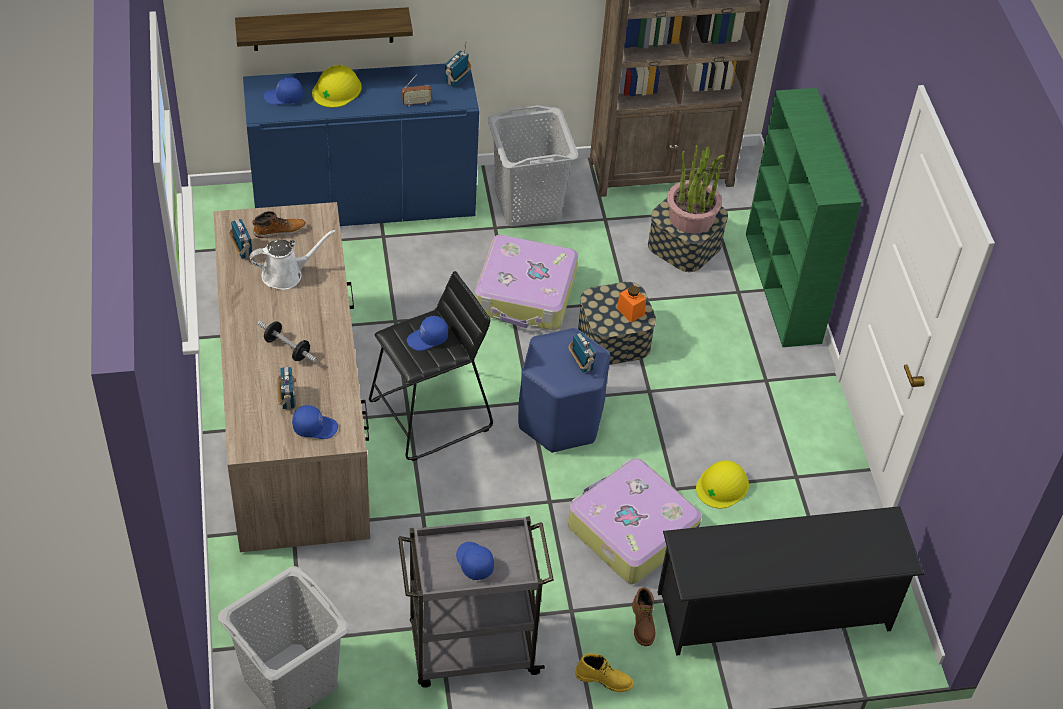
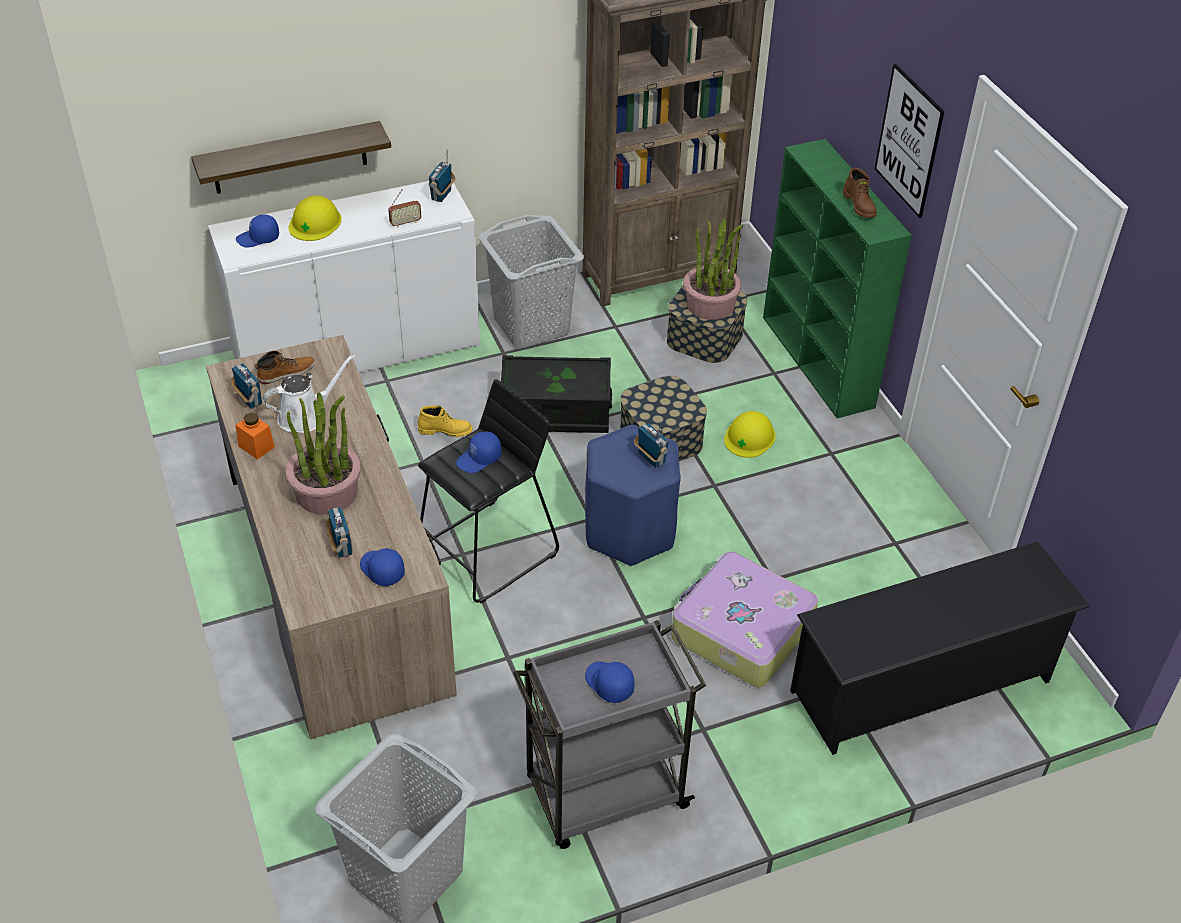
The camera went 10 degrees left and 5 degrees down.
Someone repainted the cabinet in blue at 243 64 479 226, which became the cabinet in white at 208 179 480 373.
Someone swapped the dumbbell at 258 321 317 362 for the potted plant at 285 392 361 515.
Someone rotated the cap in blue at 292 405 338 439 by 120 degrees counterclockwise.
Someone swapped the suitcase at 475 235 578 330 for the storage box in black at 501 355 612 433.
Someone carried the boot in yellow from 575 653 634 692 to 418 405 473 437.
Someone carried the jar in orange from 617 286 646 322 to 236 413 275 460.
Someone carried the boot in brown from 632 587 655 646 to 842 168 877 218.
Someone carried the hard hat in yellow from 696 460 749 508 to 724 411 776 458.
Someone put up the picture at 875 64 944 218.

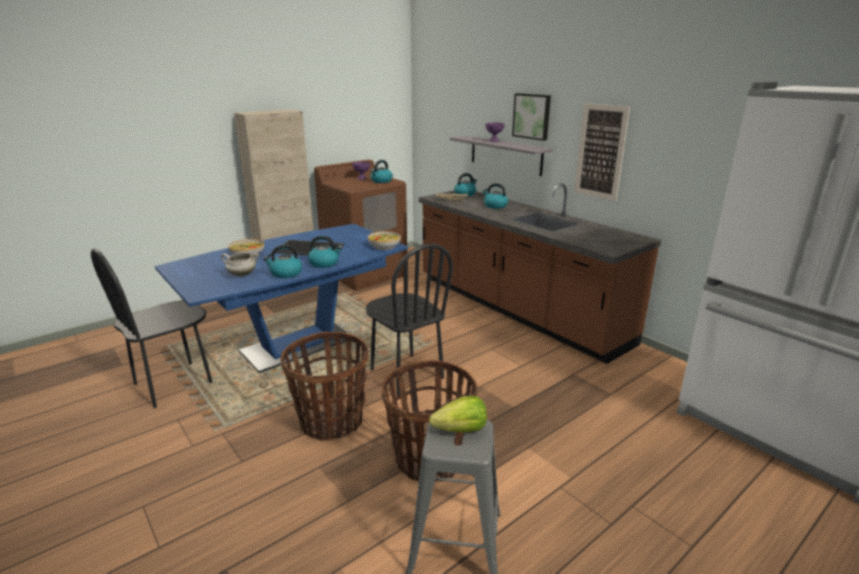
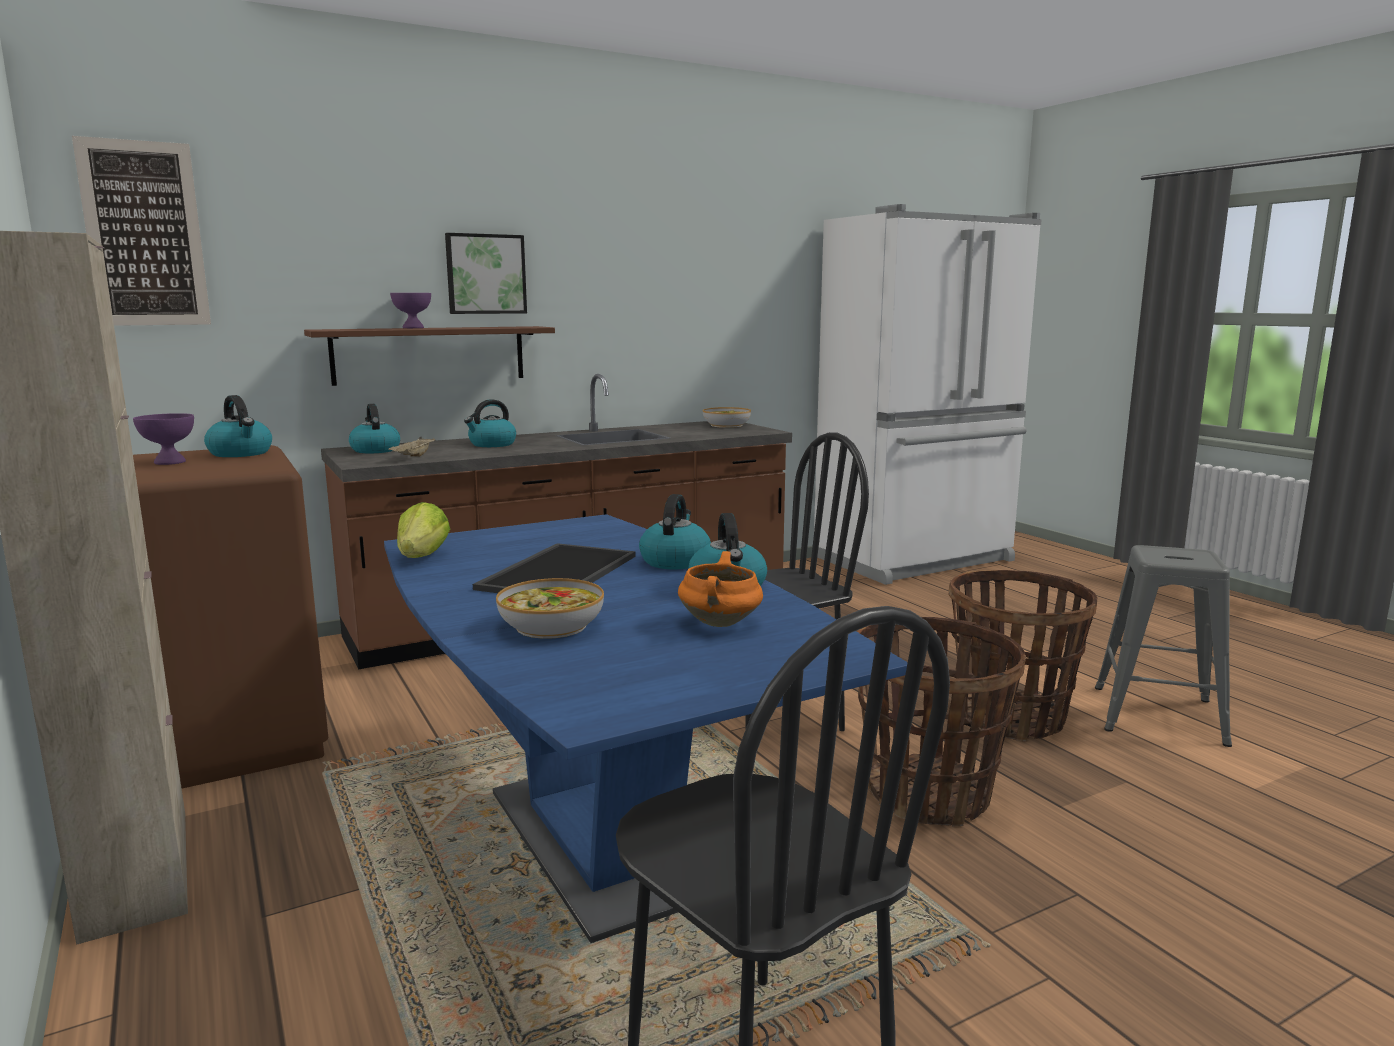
The camera went 80 degrees left and 10 degrees down.
Someone repainted the cooking pot in white at 221 253 259 276, which became the cooking pot in orange at 678 551 763 627.
Someone carried the bowl from 368 231 401 250 to 703 407 751 428.
Someone carried the lettuce from 429 396 487 433 to 397 502 450 558.
Someone repainted the shelf in grey at 450 136 553 176, which became the shelf in brown at 304 326 555 386.
Someone carried the picture from 574 103 630 201 to 72 136 211 326.

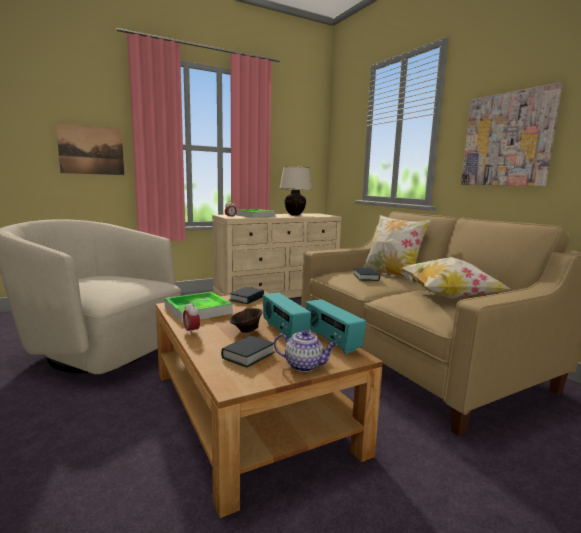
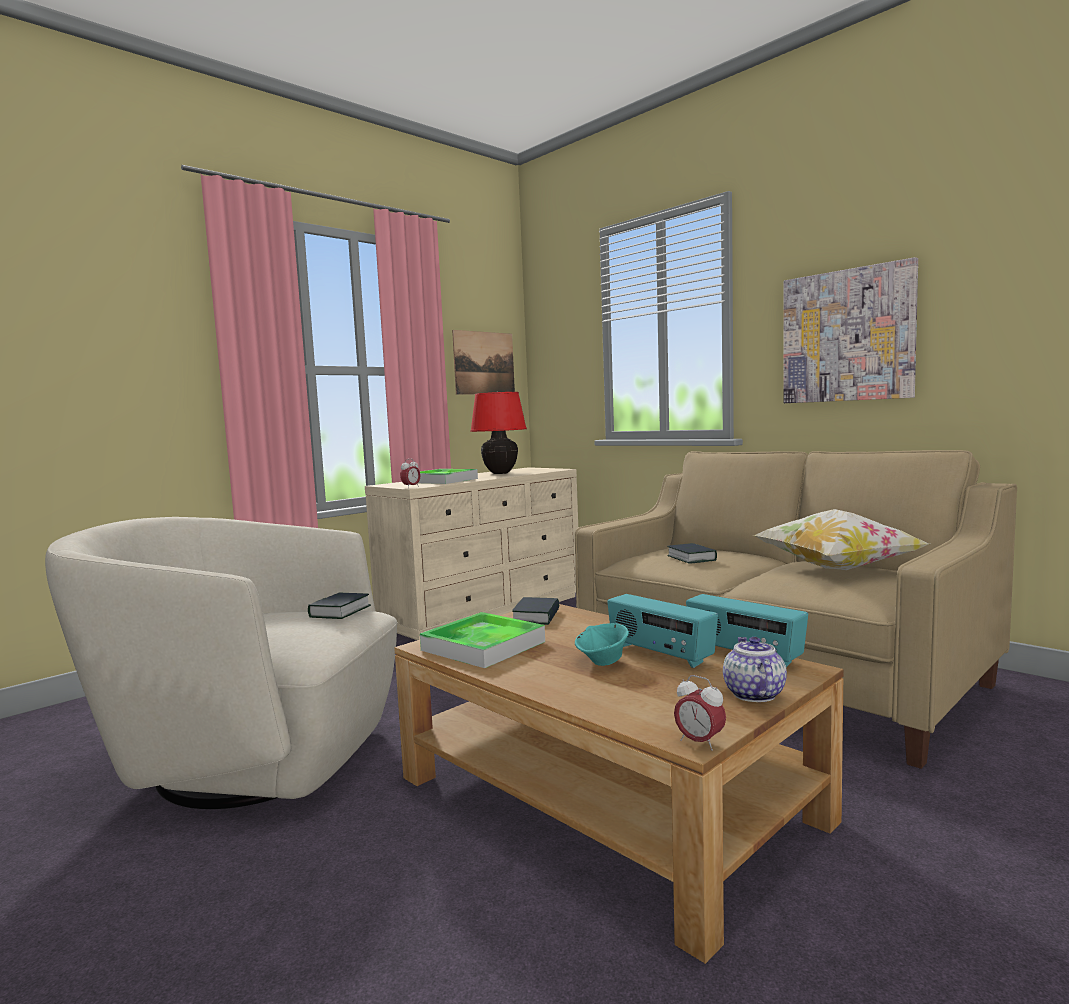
The camera went 15 degrees left and 5 degrees down.
Someone carried the picture from 56 123 124 175 to 452 330 515 395.
Someone carried the alarm clock from 183 301 200 331 to 674 675 726 751.
Someone carried the book from 221 336 275 367 to 308 593 371 619.
Someone repainted the bowl in brown at 230 308 262 333, which became the bowl in turquoise at 575 623 629 666.
Someone rotated the teapot at 274 330 337 372 by 90 degrees counterclockwise.
Someone repainted the table lamp in beige at 279 166 312 215, which became the table lamp in red at 470 392 527 474.
Someone took away the pillow at 363 215 431 283.

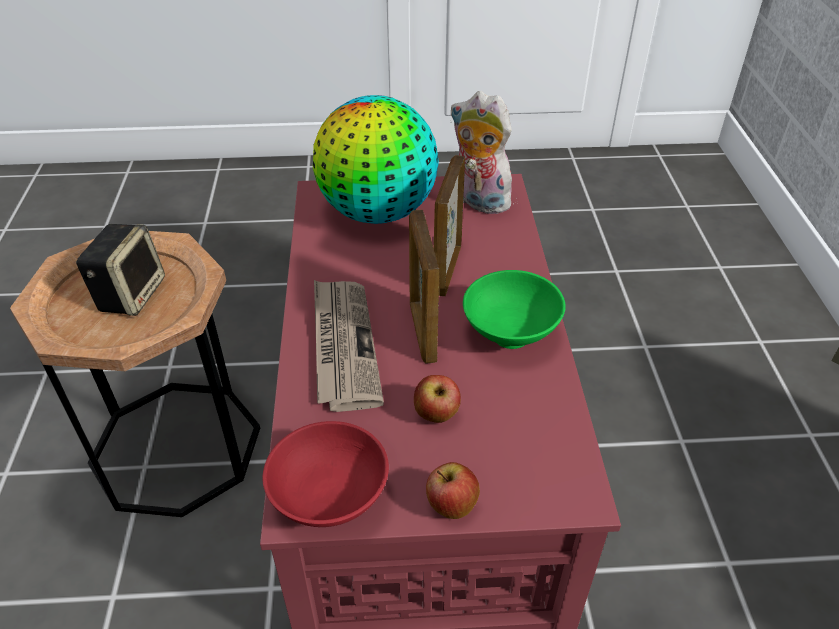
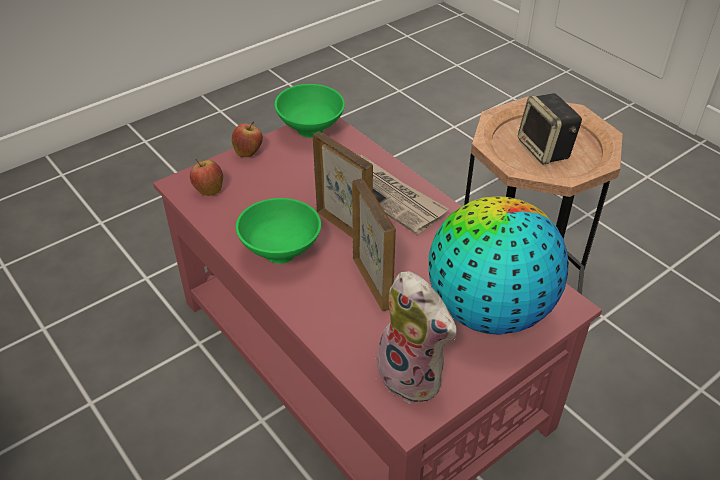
The camera went 145 degrees right and 0 degrees up.
Someone repainted the bowl in red at 263 421 389 527, which became the bowl in green at 275 84 345 137.
Someone carried the apple from 414 375 461 423 to 190 158 223 196.
Someone rotated the plush toy at 450 91 512 214 by 45 degrees clockwise.

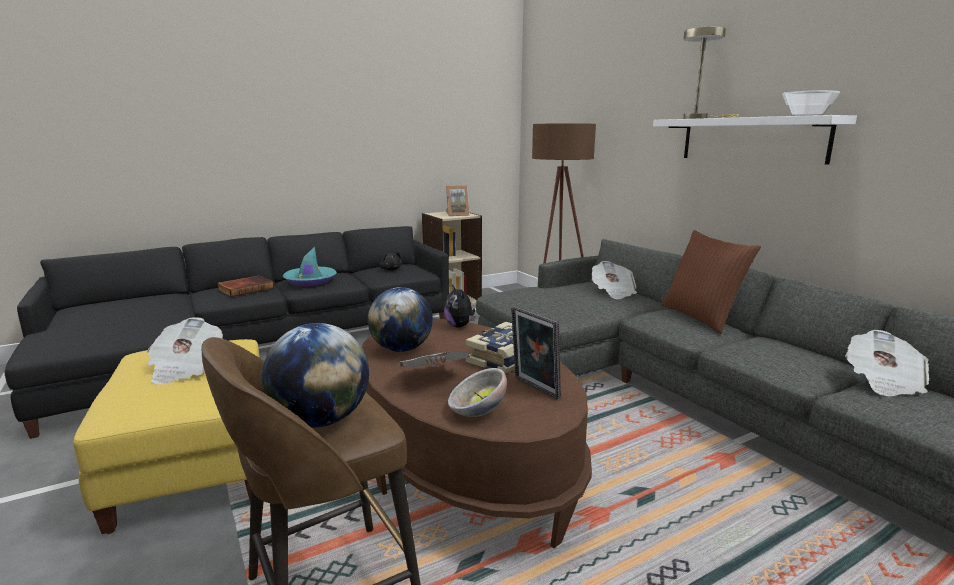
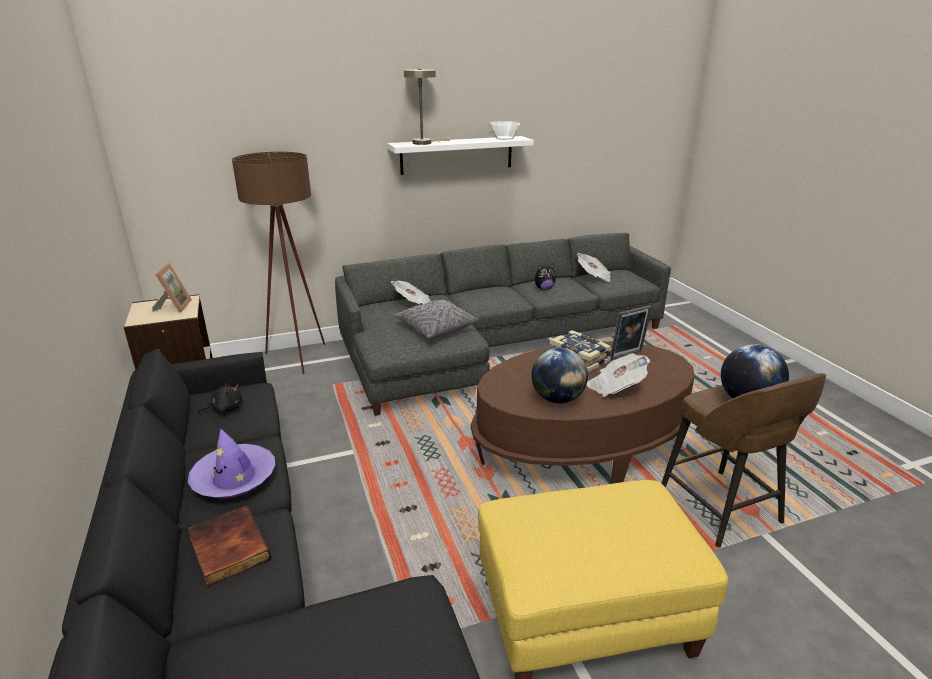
The camera went 80 degrees left and 10 degrees up.
Someone took away the newspaper at 147 317 223 385.
Someone repainted the hat in turquoise at 283 247 337 286, which became the hat in purple at 188 429 275 499.
Someone carried the plush toy from 444 284 475 328 to 534 263 556 290.
Someone took away the bowl at 448 368 507 417.
Someone took away the pillow in brown at 661 230 761 334.
Someone put down the pillow in grey at 393 300 479 338.

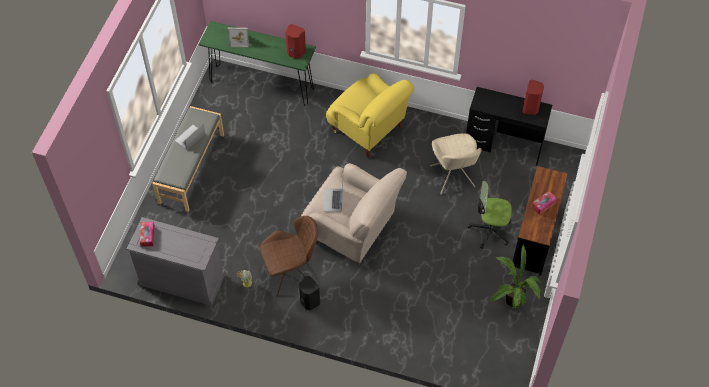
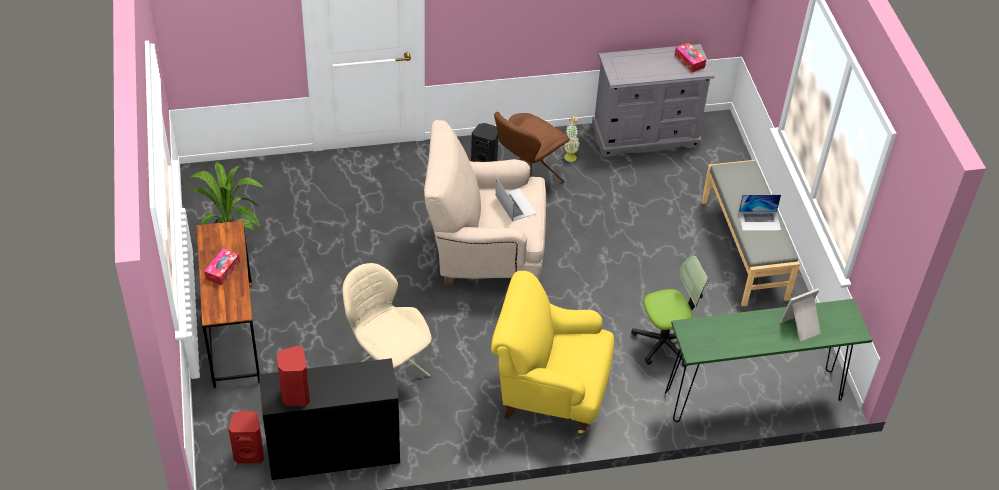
The camera went 150 degrees right and 10 degrees down.
Someone rotated the laptop at 175 124 205 150 by 75 degrees clockwise.
Someone carried the speaker in red from 285 24 306 59 to 228 411 264 464.
Someone carried the office chair from 467 181 511 249 to 631 255 708 368.

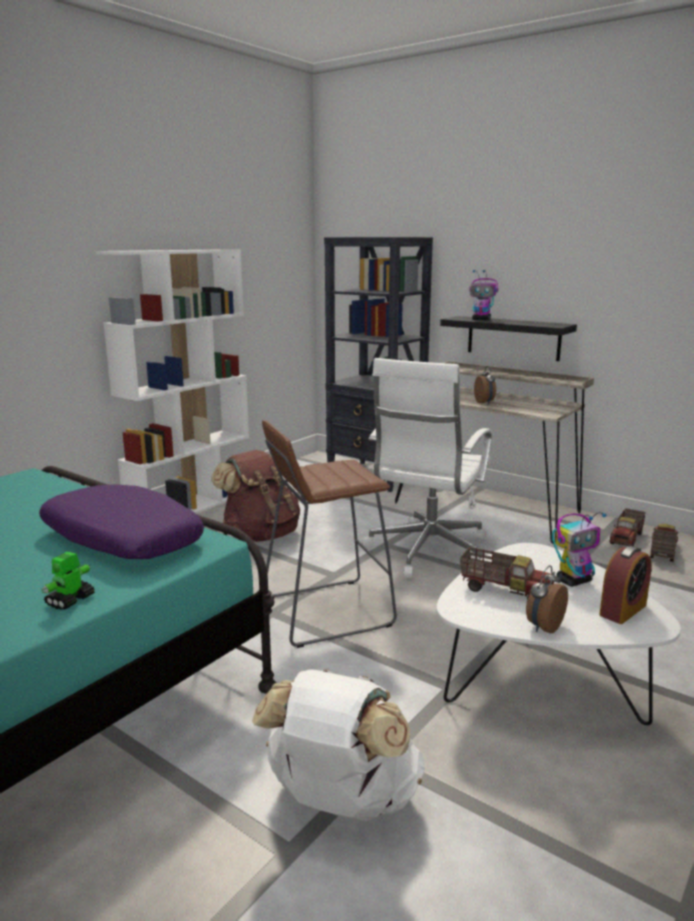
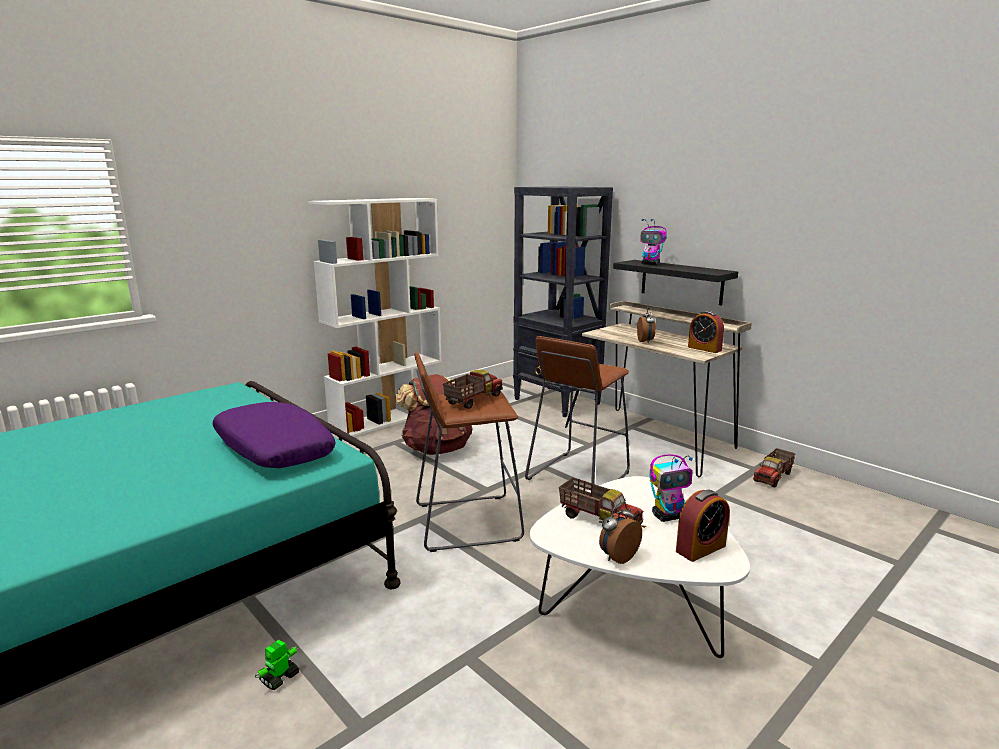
The camera went 10 degrees right and 0 degrees up.
Someone carried the toy robot from 41 551 95 610 to 255 640 299 690.
Someone took away the backpack in white at 252 669 425 821.
Someone swapped the office chair in white at 362 358 492 578 for the stool in brown at 525 336 630 484.
Someone carried the toy truck from 650 524 678 562 to 443 370 503 409.
Someone put down the alarm clock at 688 311 724 353.

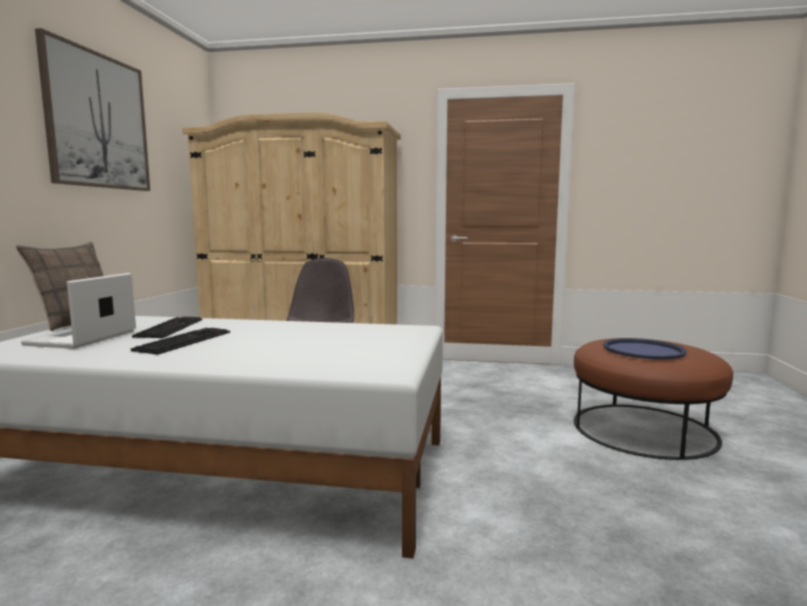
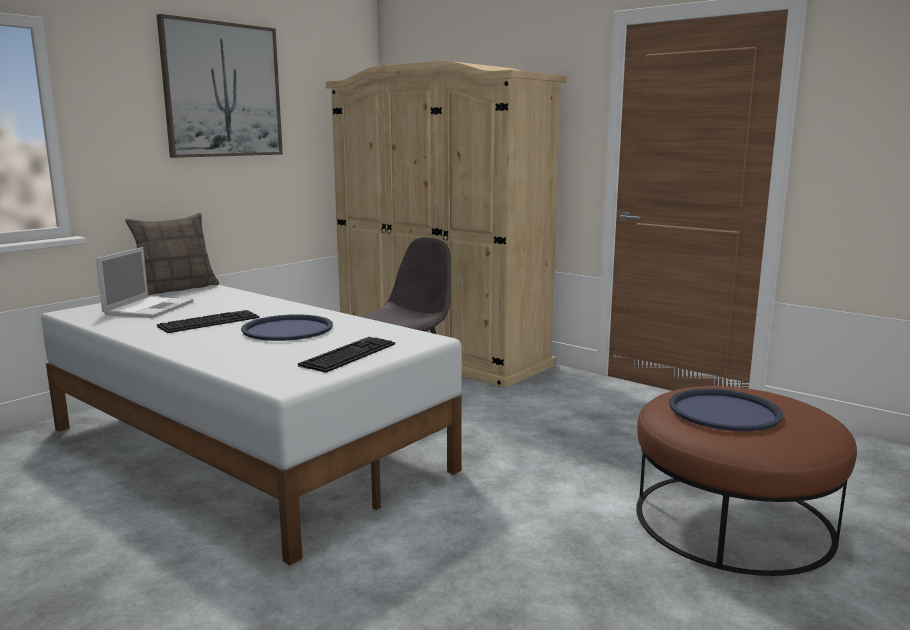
The camera went 30 degrees right and 5 degrees up.
Someone rotated the laptop at 21 273 136 349 by 150 degrees clockwise.
Someone carried the keyboard from 132 317 202 338 to 298 337 395 373.
Someone put down the tray in blue at 241 314 333 341.

